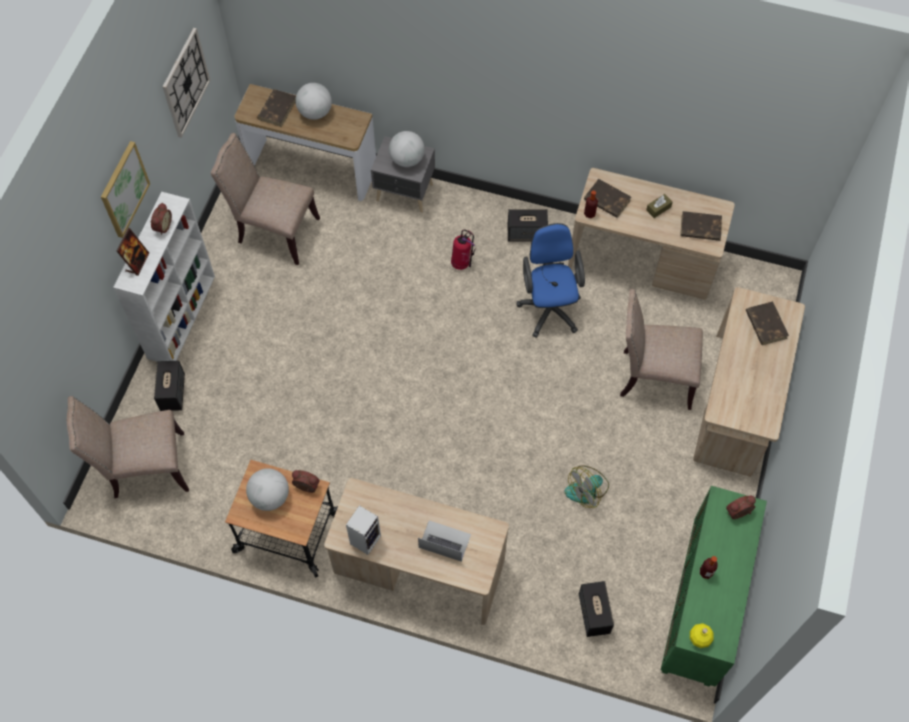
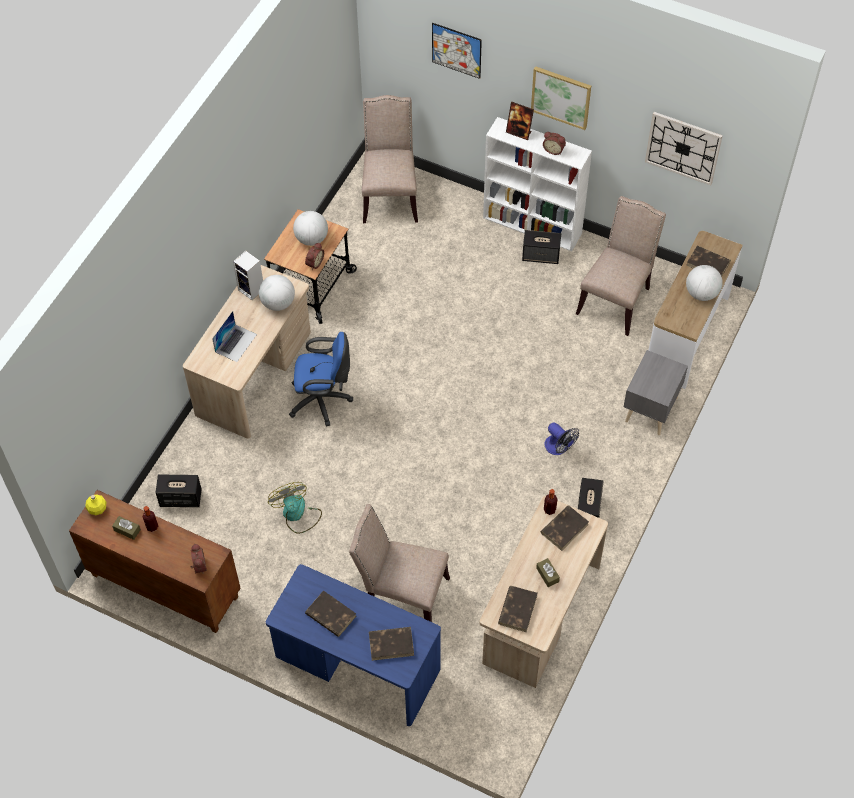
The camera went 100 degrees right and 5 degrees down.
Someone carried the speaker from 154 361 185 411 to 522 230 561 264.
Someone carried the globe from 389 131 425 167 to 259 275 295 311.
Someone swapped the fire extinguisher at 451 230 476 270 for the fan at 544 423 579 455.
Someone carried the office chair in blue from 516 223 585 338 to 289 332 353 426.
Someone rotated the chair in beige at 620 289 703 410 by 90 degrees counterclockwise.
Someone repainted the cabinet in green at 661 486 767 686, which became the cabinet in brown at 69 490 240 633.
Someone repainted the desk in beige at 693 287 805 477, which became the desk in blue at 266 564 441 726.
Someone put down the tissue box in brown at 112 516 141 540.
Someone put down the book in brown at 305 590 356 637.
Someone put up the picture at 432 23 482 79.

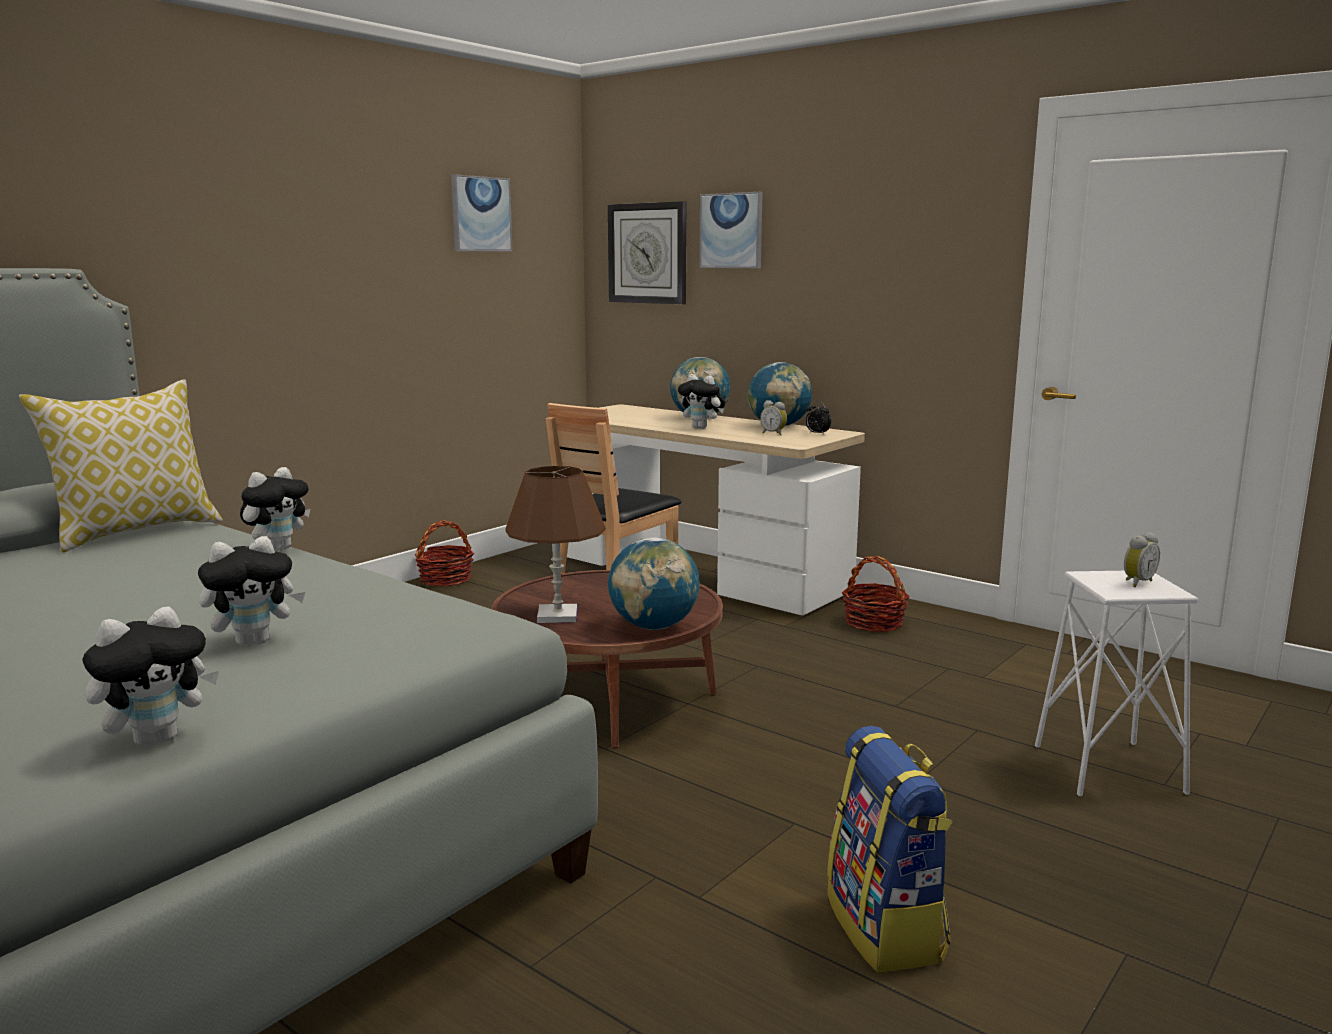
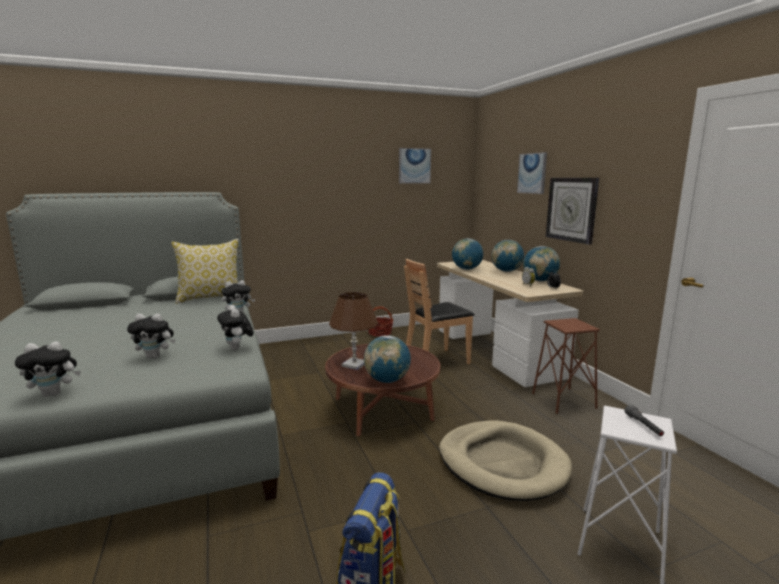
The camera went 30 degrees right and 0 degrees up.
Someone carried the wall clock from 608 201 686 304 to 546 178 599 245.
Someone carried the plush toy from 678 374 725 429 to 217 305 254 350.
Someone swapped the basket at 842 556 910 632 for the stool in brown at 532 318 600 414.
Someone swapped the alarm clock at 1124 532 1160 587 for the flashlight in grey at 625 405 664 436.
Someone put down the dog bed in beige at 439 420 572 501.
Someone put down the globe at 452 238 483 270.

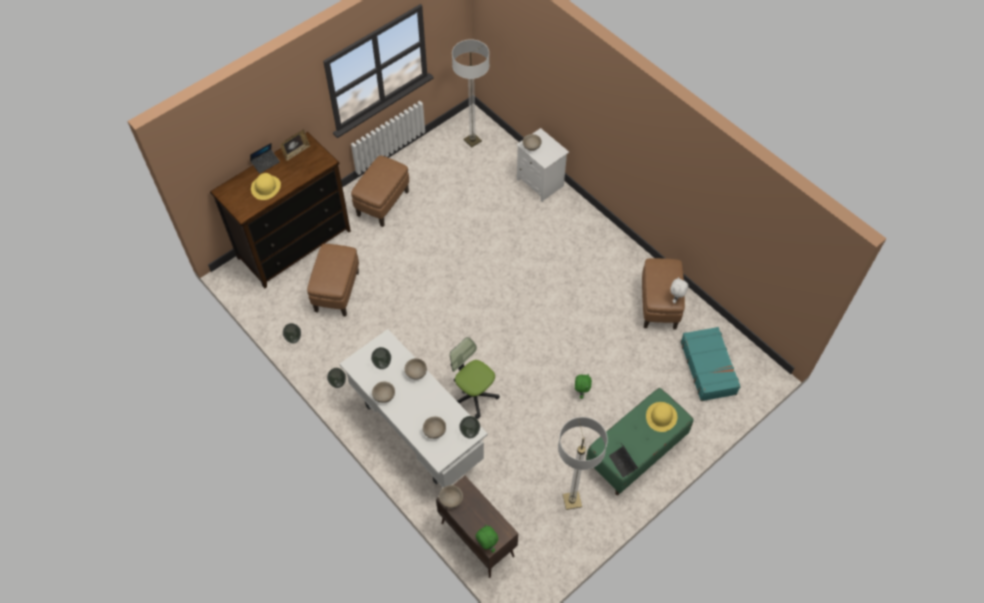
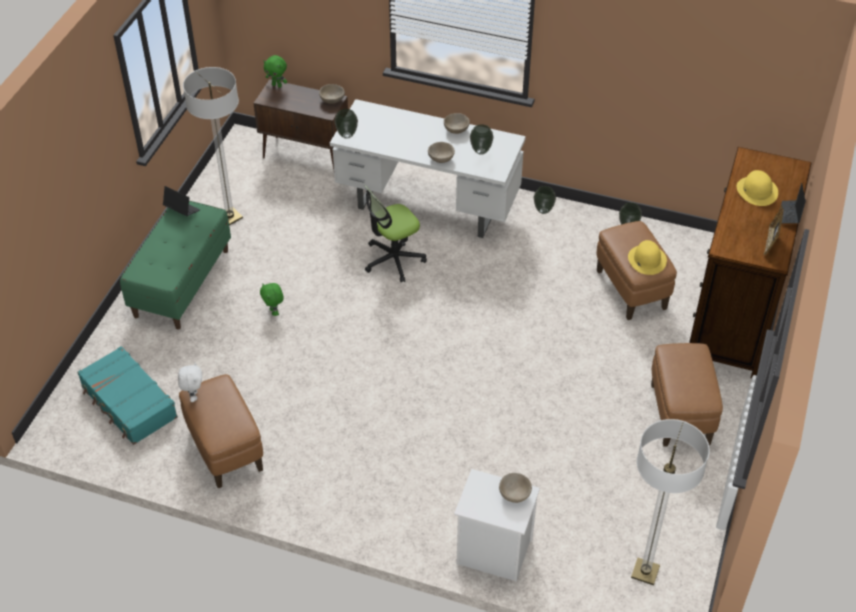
The camera went 150 degrees right and 10 degrees down.
Someone took away the bowl in beige at 423 417 446 439.
Someone rotated the office chair at 450 337 500 419 by 135 degrees clockwise.
Someone carried the hat in yellow from 646 402 678 432 to 628 240 667 275.

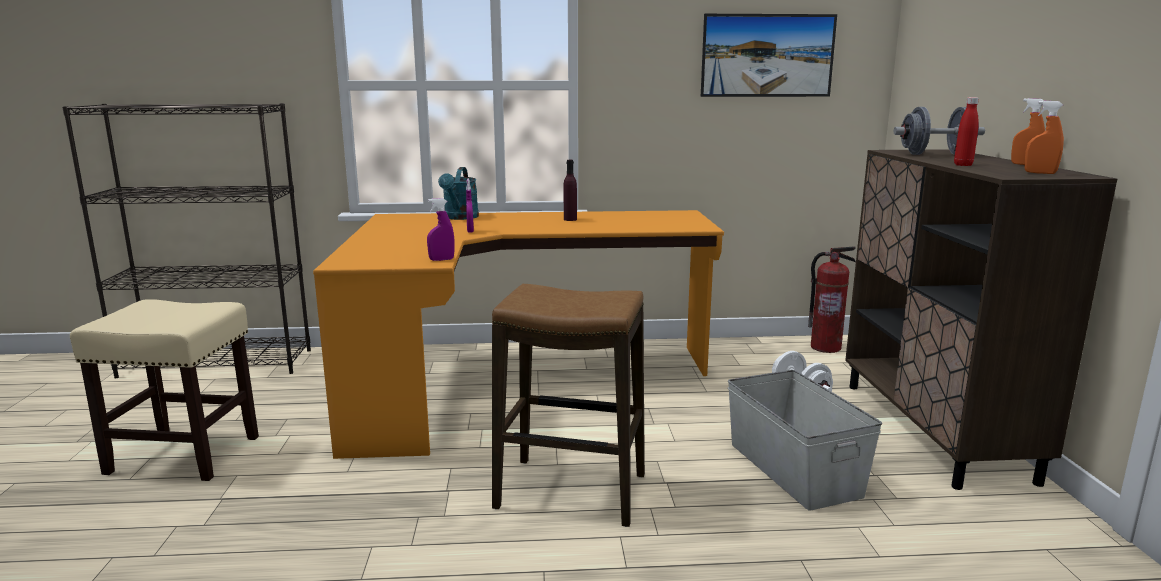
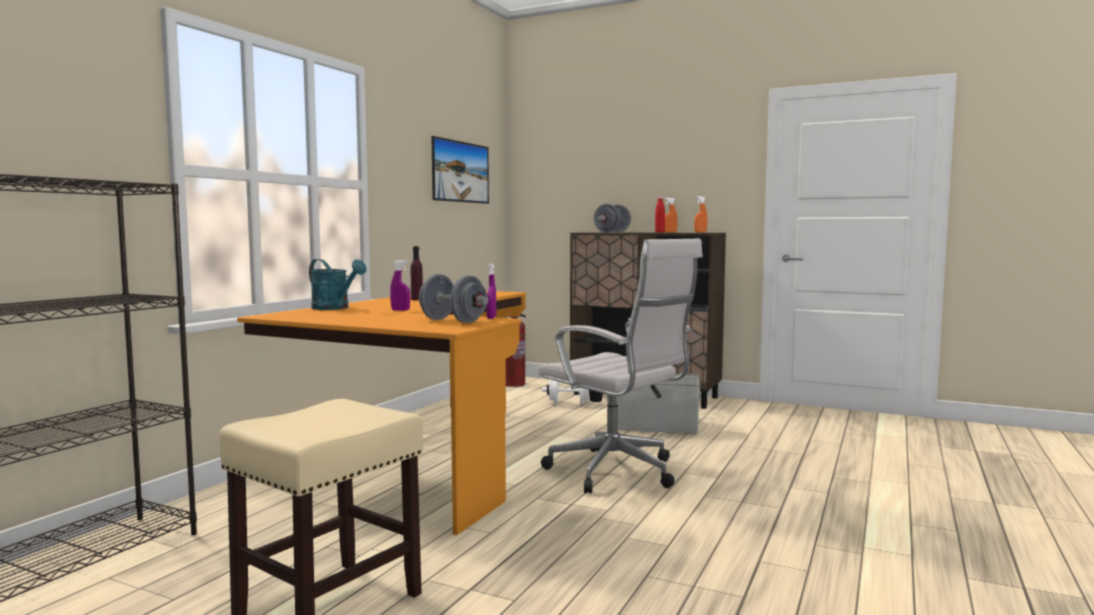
The camera went 60 degrees left and 10 degrees down.
Someone swapped the stool at 492 284 645 527 for the office chair in white at 538 239 703 494.
Someone put down the dumbbell in grey at 419 274 489 323.

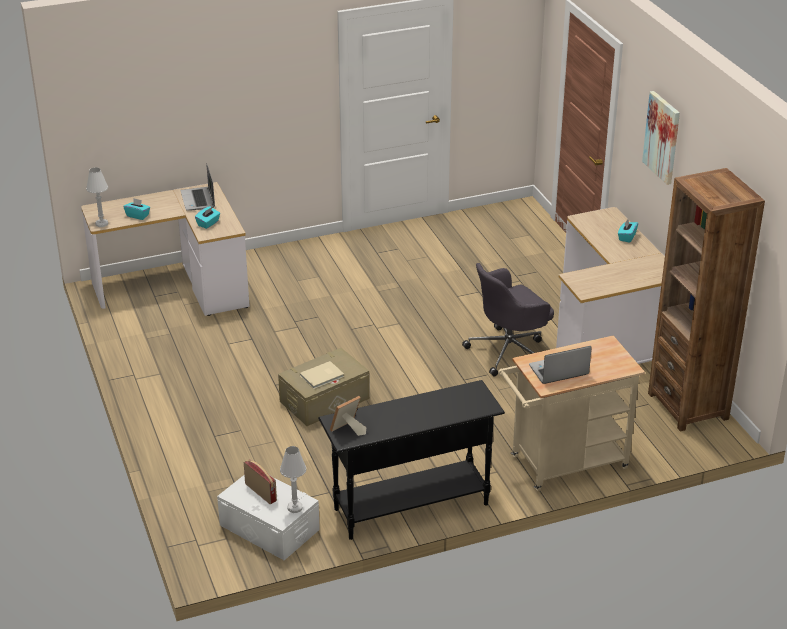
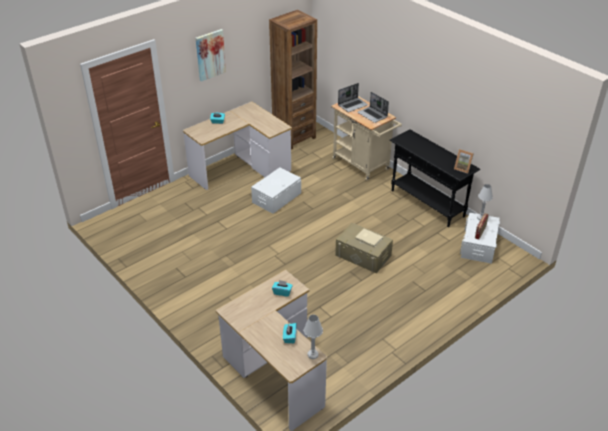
The camera went 110 degrees left and 5 degrees up.
Someone carried the laptop from 181 163 215 211 to 338 83 368 112.
Someone swapped the office chair in grey at 462 263 554 377 for the storage box in white at 251 167 301 214.

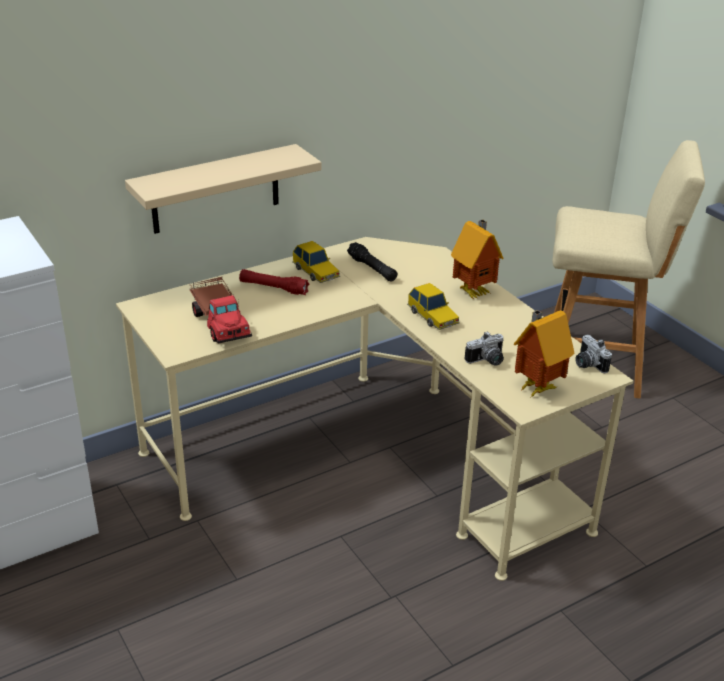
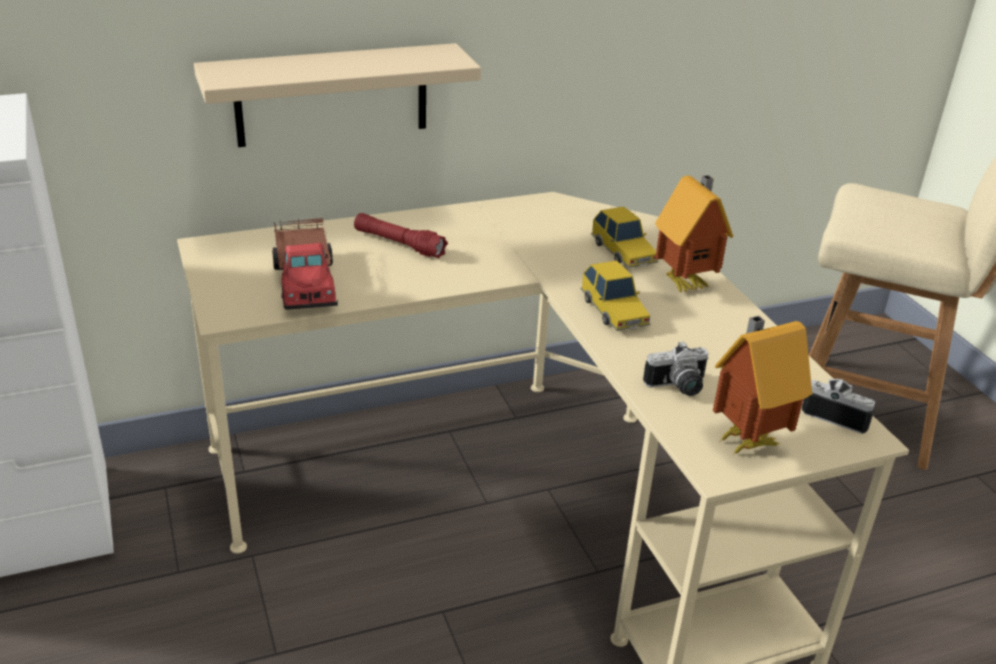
The camera went 10 degrees right and 0 degrees up.
Someone carried the toy car from 292 241 340 283 to 591 206 658 268.
Someone took away the flashlight in black at 347 242 397 281.
Someone rotated the photo camera at 575 335 612 373 by 135 degrees clockwise.

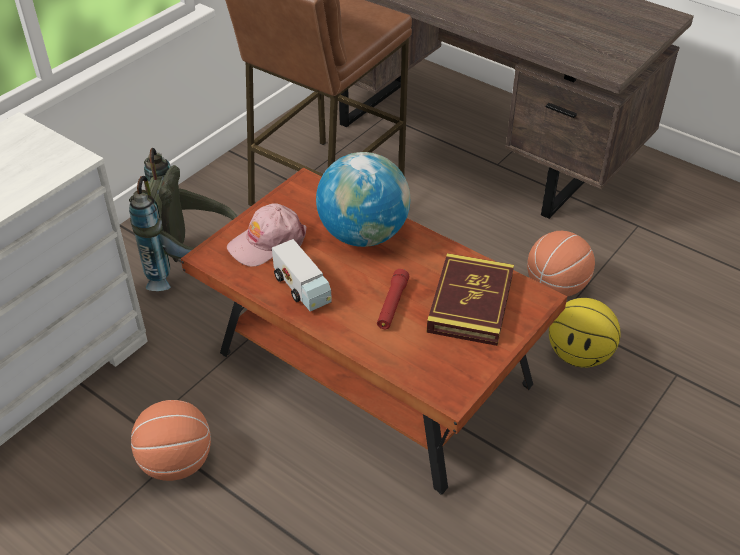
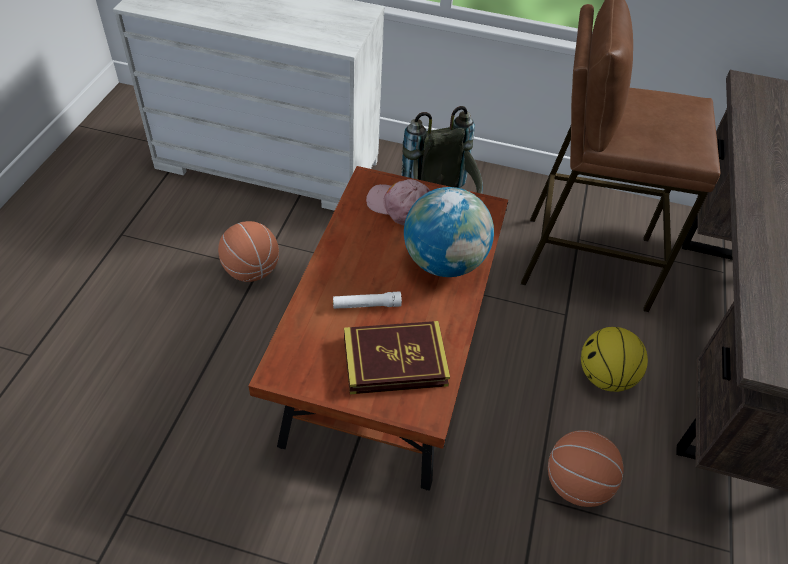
The camera went 65 degrees right and 5 degrees up.
Someone took away the toy truck at 272 239 332 312.
Someone repainted the flashlight in red at 377 269 409 329, which became the flashlight in white at 333 291 402 309.
Someone carried the basketball from 549 298 621 367 to 581 327 648 392.

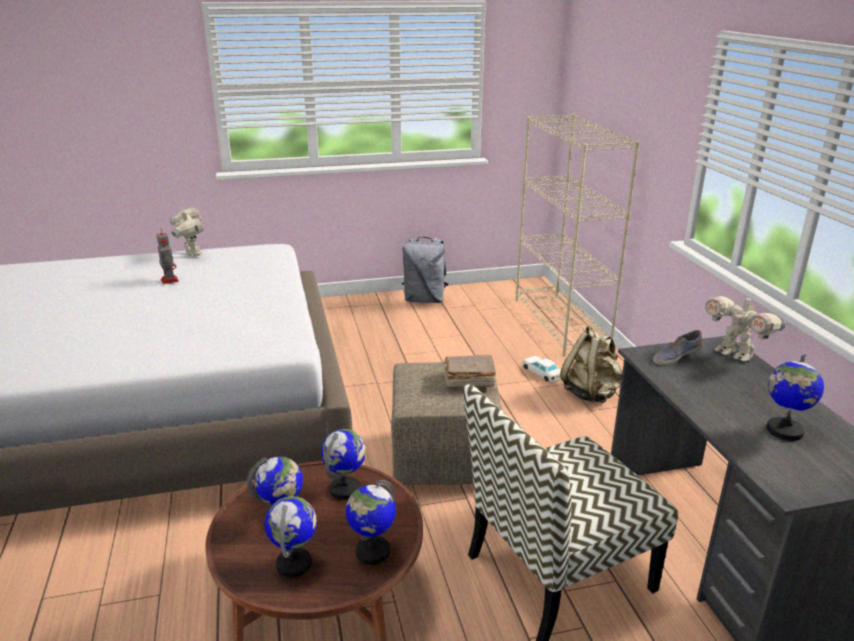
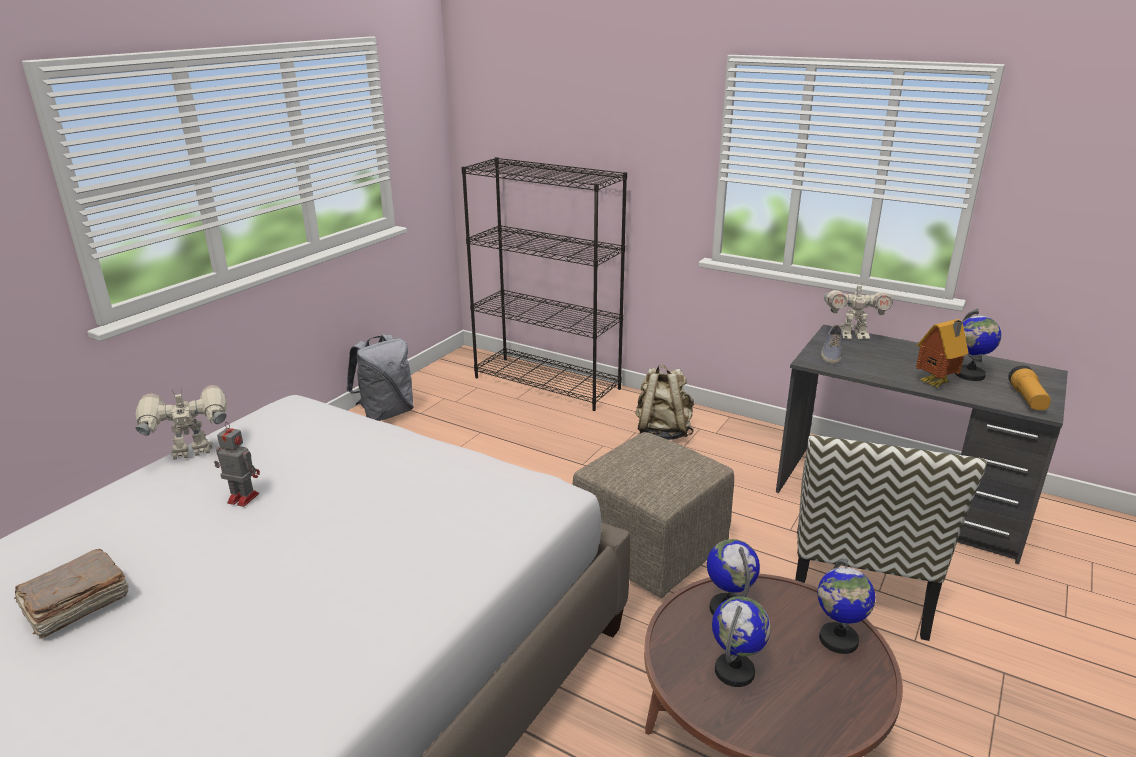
The camera went 45 degrees left and 0 degrees up.
Someone rotated the toy robot at 170 208 204 257 by 45 degrees counterclockwise.
Someone took away the globe at 264 496 317 578.
Someone carried the book in brown from 444 355 496 389 to 14 549 129 639.
Someone repainted the bookcase in beige at 515 114 640 356, which became the bookcase in black at 462 157 627 411.
Someone took away the toy car in white at 522 356 561 383.
Someone put down the toy house at 916 319 969 388.
Someone put down the flashlight at 1008 365 1051 410.

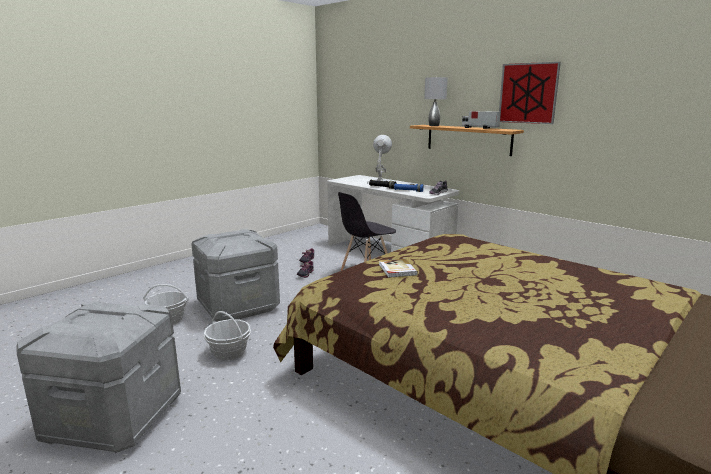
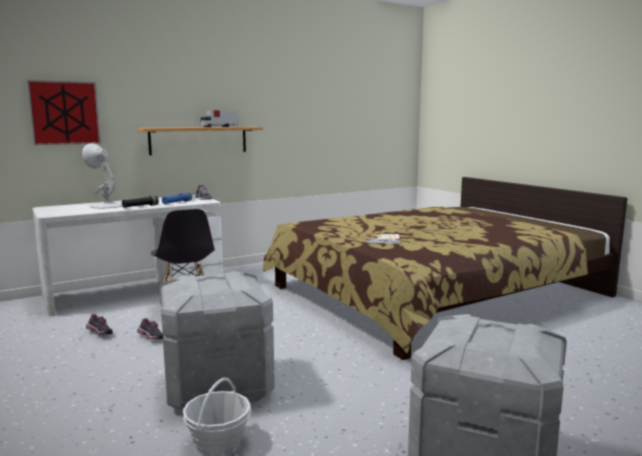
The camera went 75 degrees left and 5 degrees down.
Someone took away the basket at 204 311 251 361.
Someone took away the table lamp in grey at 424 77 448 126.
Someone carried the picture from 499 62 561 124 to 27 80 101 145.

